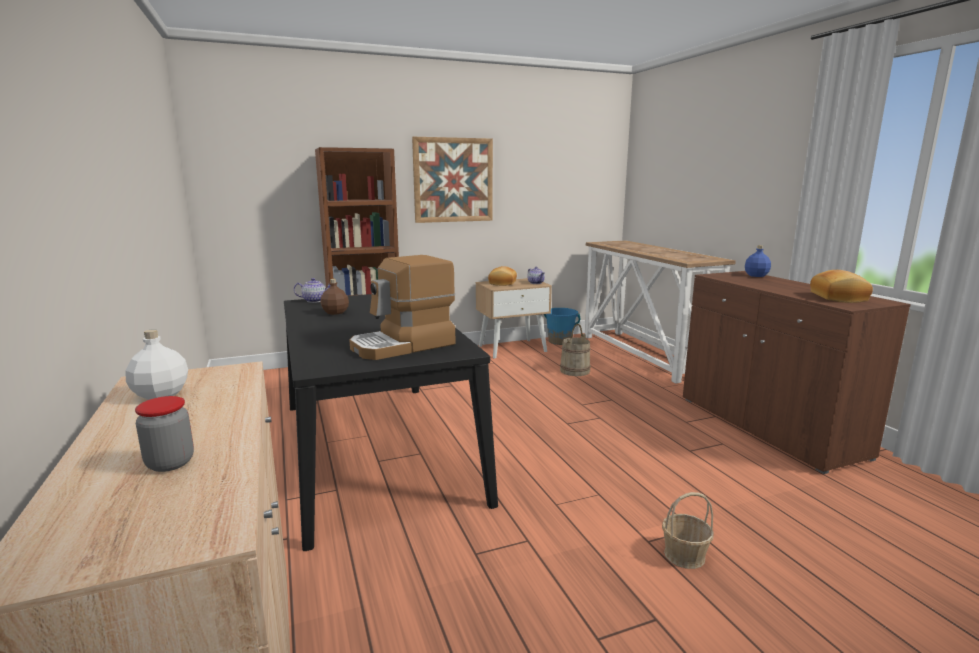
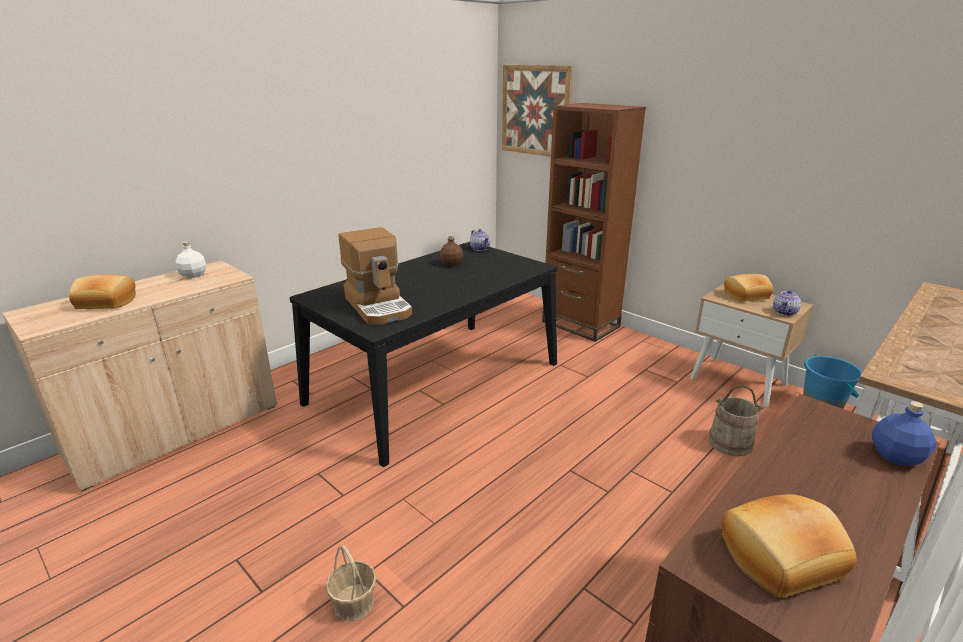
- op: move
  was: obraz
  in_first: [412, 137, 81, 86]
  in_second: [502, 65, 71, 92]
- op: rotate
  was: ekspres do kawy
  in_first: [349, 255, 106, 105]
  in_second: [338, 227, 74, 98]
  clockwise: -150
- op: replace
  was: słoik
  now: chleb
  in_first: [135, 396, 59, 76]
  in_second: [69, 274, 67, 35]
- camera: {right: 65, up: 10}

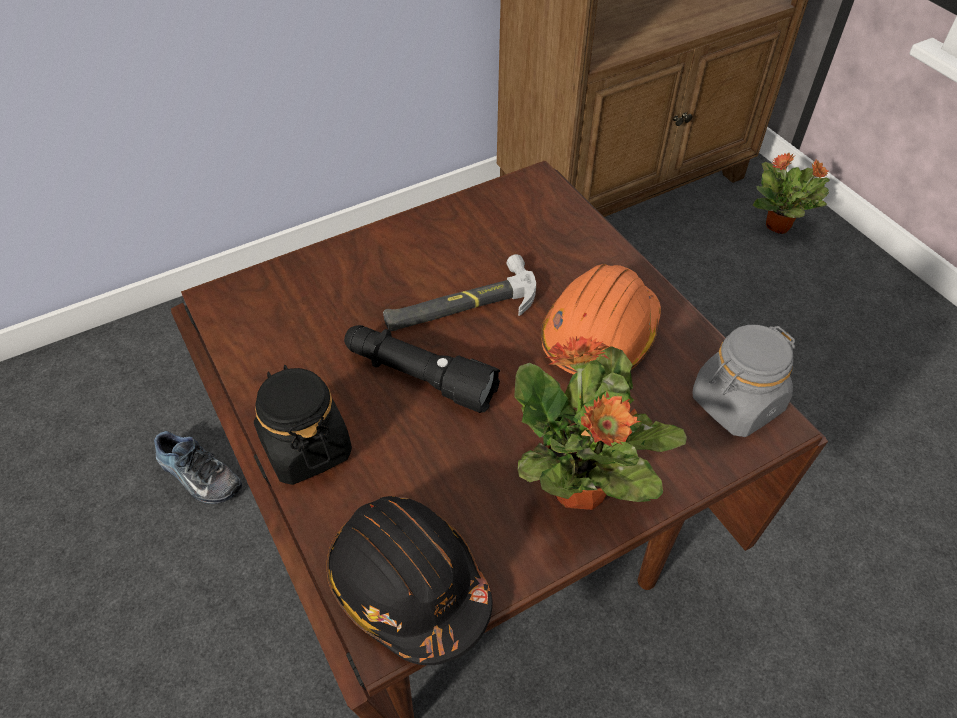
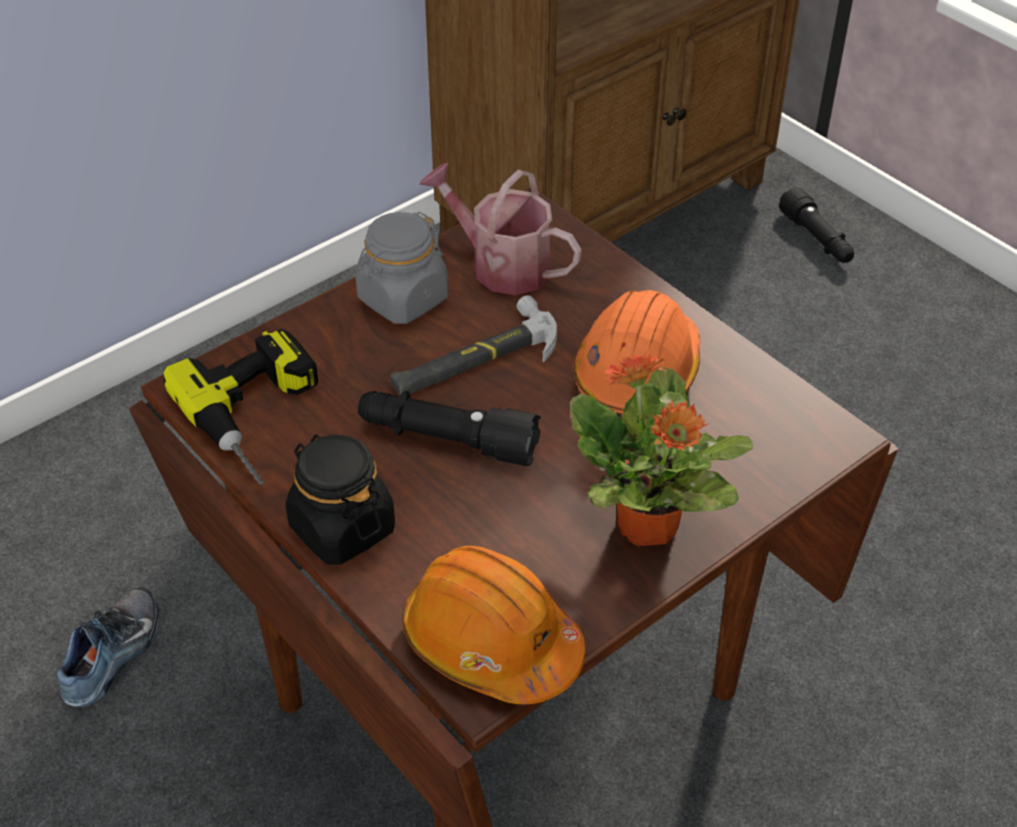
- op: replace
  was: roślina doniczkowa
  now: latarka/czarny
  in_first: [752, 152, 77, 82]
  in_second: [779, 187, 75, 76]
- op: move
  was: słoik/szary
  in_first: [693, 325, 102, 112]
  in_second: [356, 211, 92, 113]
- op: rotate
  was: but
  in_first: [154, 431, 88, 73]
  in_second: [57, 587, 102, 120]
  clockwise: -90
- op: recolor
  was: kask/czarny
  now: kask/pomarańczowy
  in_first: [327, 496, 165, 169]
  in_second: [402, 546, 184, 158]
- op: insert
  now: konewka
  in_second: [419, 163, 163, 132]
- op: insert
  now: wiertarka
  in_second: [163, 329, 155, 155]
- camera: {right: -10, up: -5}

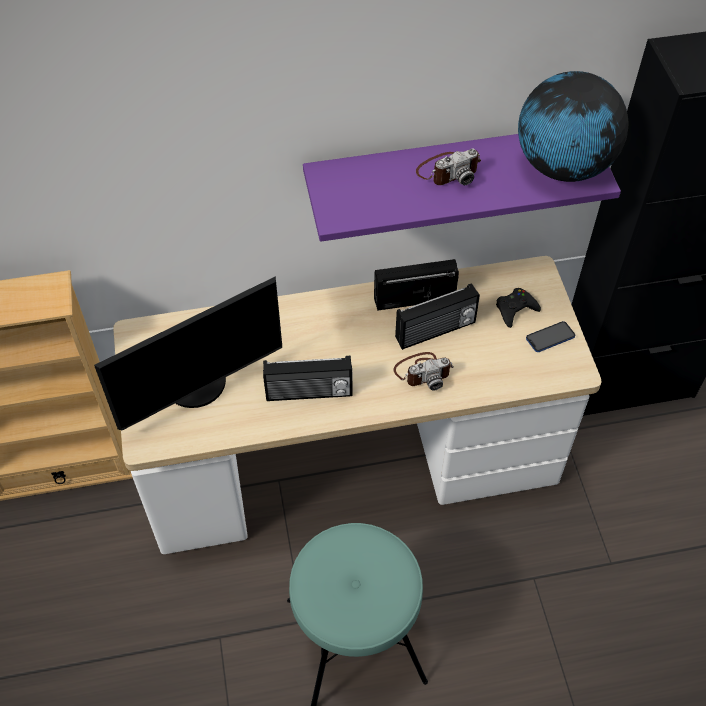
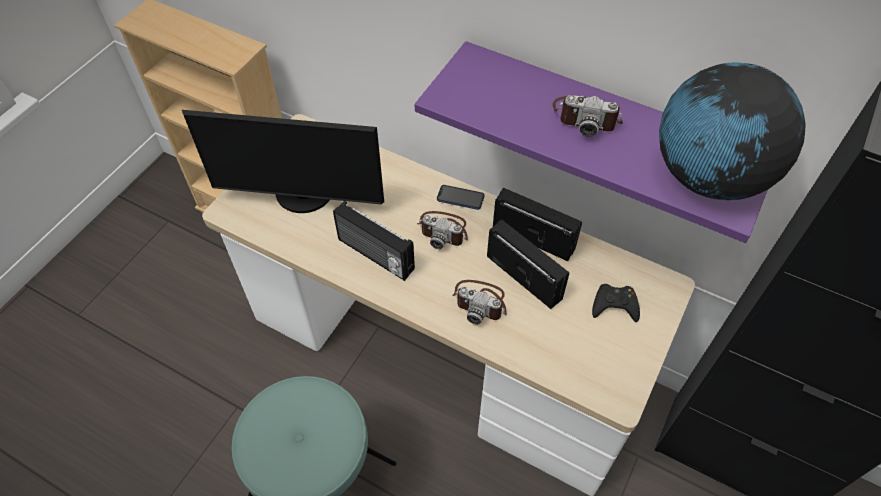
- op: rotate
  was: radio
  in_first: [395, 283, 85, 67]
  in_second: [487, 219, 82, 90]
  clockwise: -150
- op: move
  was: telefon
  in_first: [526, 321, 49, 31]
  in_second: [437, 185, 48, 25]
- op: insert
  now: aparat fotograficzny
  in_second: [417, 211, 51, 38]
- camera: {right: 40, up: 0}

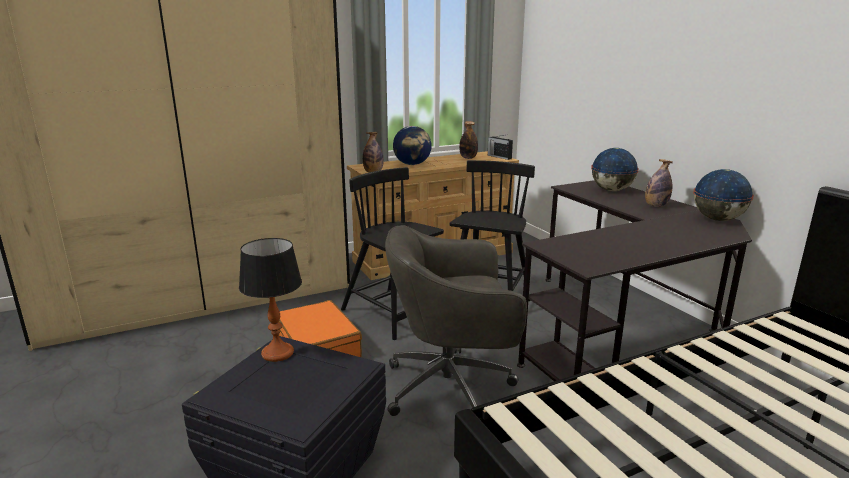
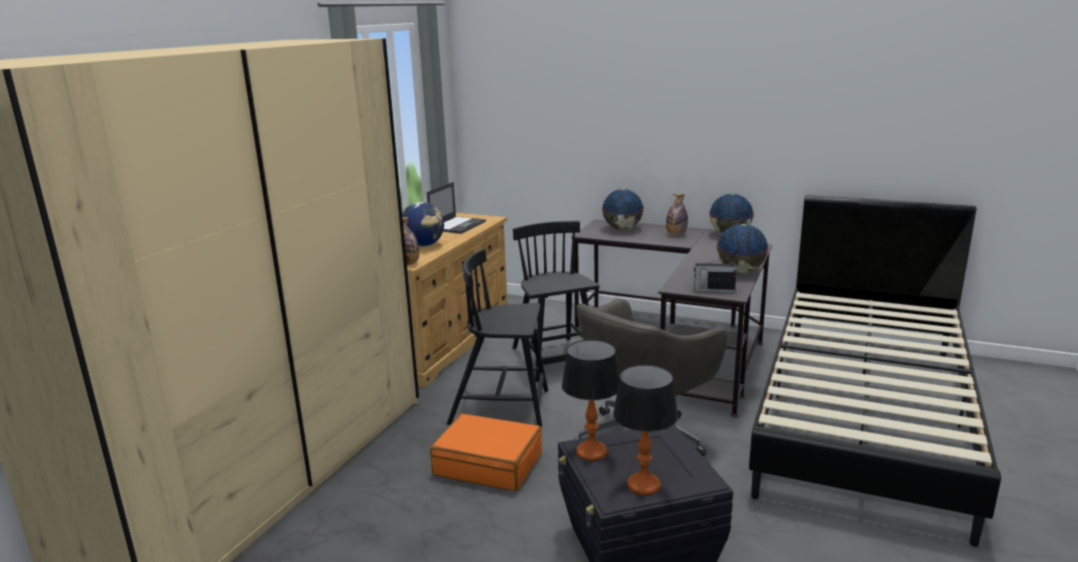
- op: replace
  was: butelka
  now: laptop
  in_first: [459, 121, 19, 38]
  in_second: [427, 182, 59, 52]
- op: move
  was: radio
  in_first: [488, 135, 25, 25]
  in_second: [694, 258, 43, 34]
- op: insert
  now: globus
  in_second: [716, 224, 53, 49]
- op: insert
  now: lampa stołowa
  in_second: [613, 365, 65, 130]
- camera: {right: -40, up: 0}

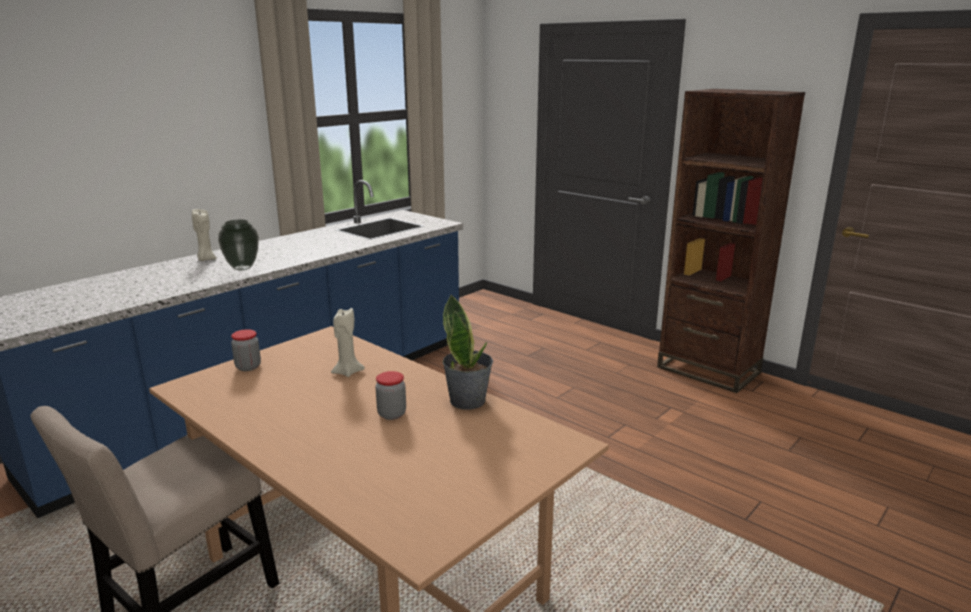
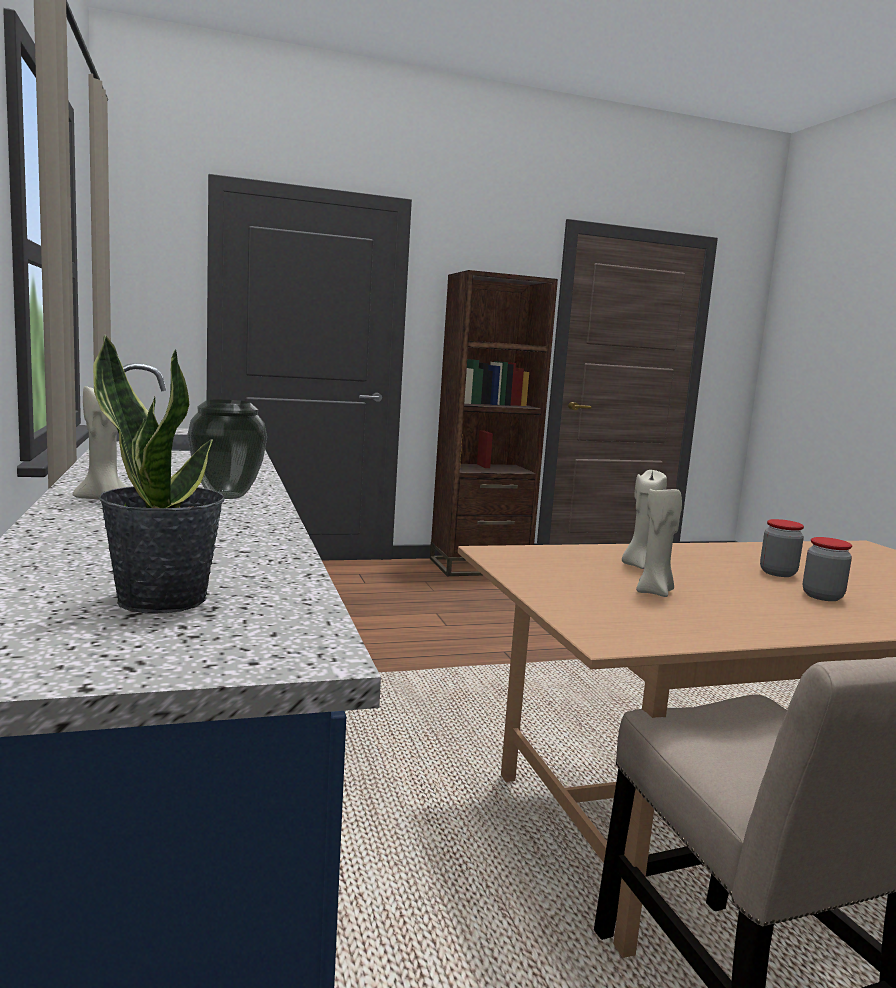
- op: move
  was: roślina doniczkowa
  in_first: [443, 295, 50, 115]
  in_second: [93, 334, 132, 279]
- op: move
  was: słoik
  in_first: [231, 329, 30, 42]
  in_second: [803, 537, 49, 64]
- op: insert
  now: świeca/beżowy
  in_second: [636, 485, 46, 112]
- camera: {right: -60, up: -10}

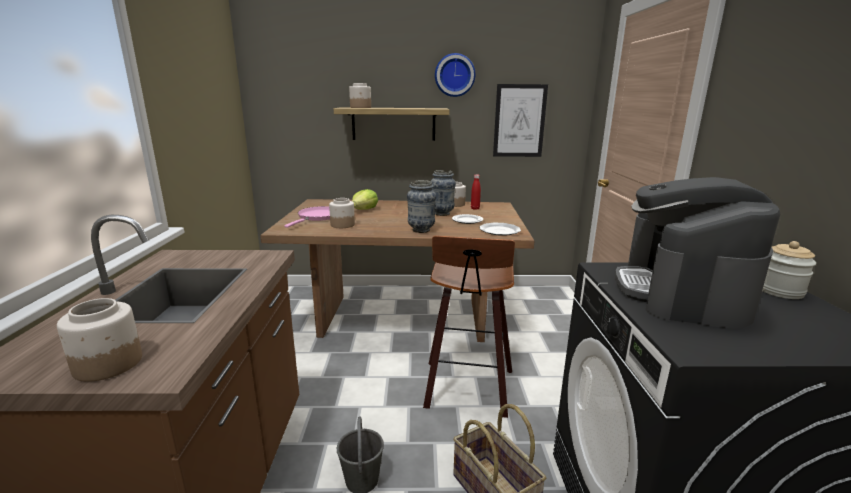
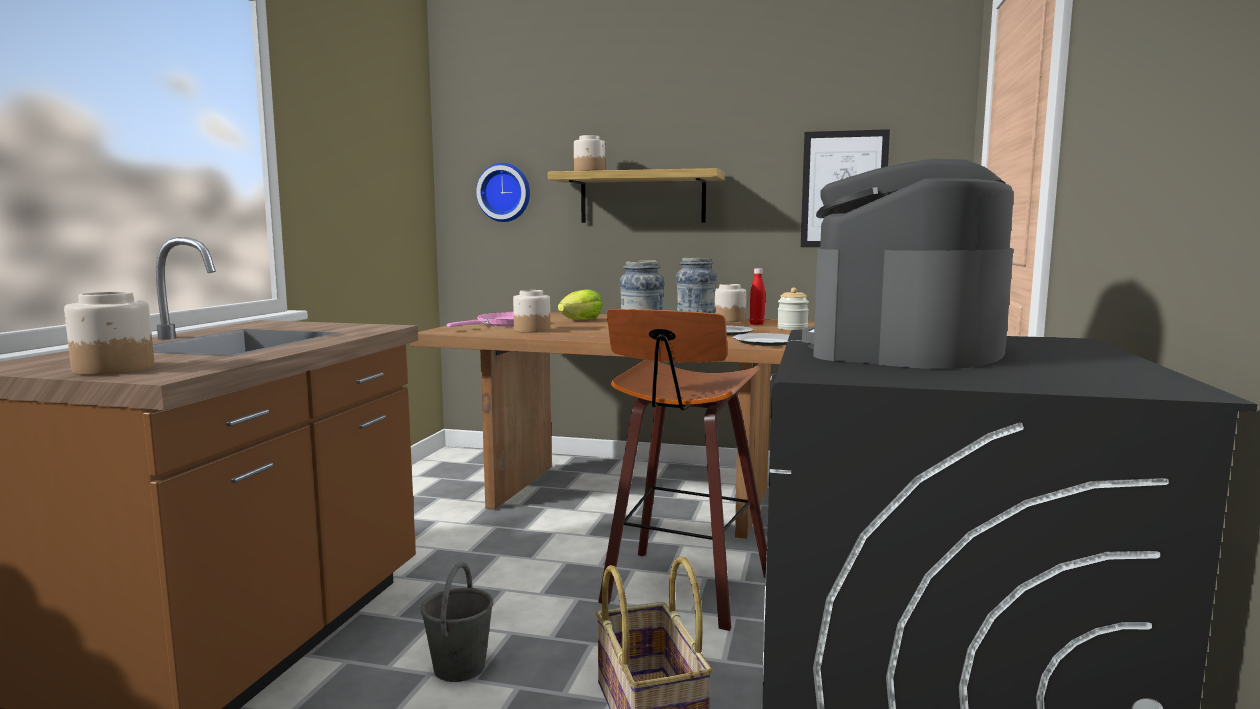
- op: move
  was: zegar ścienny
  in_first: [435, 53, 40, 44]
  in_second: [476, 163, 54, 59]
- op: move
  was: słoik
  in_first: [762, 241, 54, 58]
  in_second: [777, 288, 32, 42]
- camera: {right: 15, up: -10}

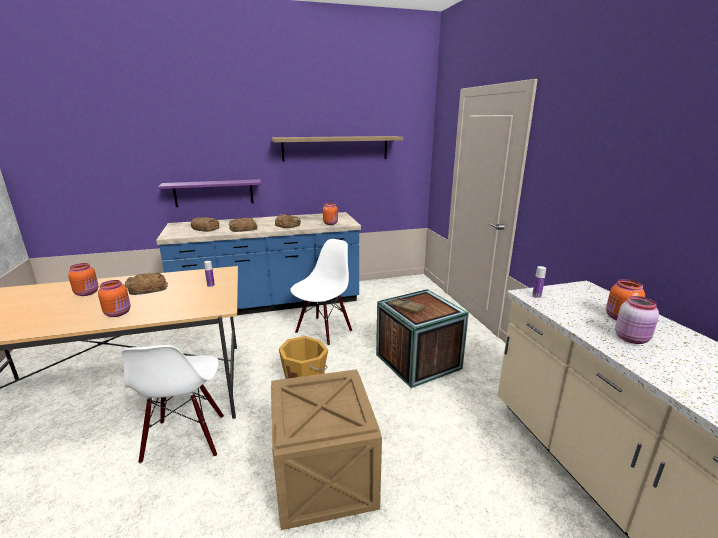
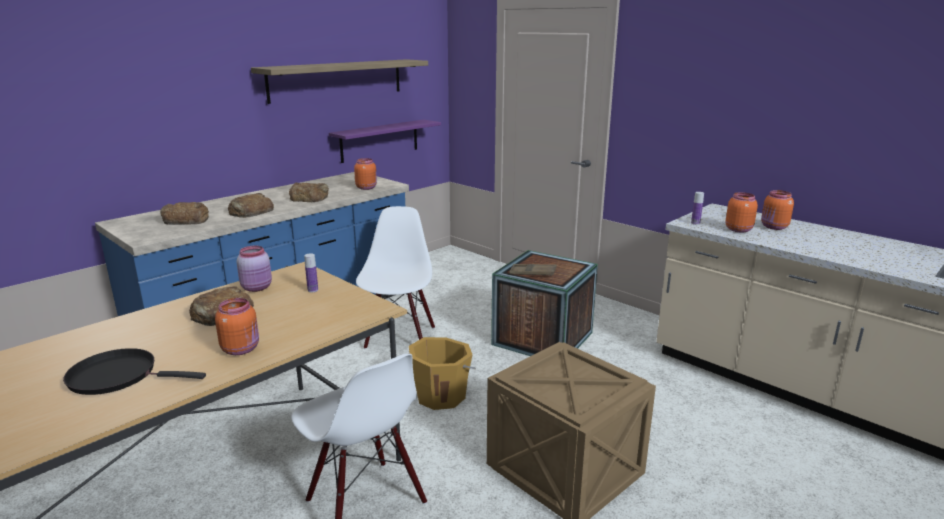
- op: move
  was: półka/fioletowy
  in_first: [158, 179, 103, 28]
  in_second: [329, 119, 112, 44]
- op: move
  was: słoik/pomarańczowy
  in_first: [68, 263, 31, 33]
  in_second: [726, 192, 32, 41]
- op: move
  was: słoik/różowy
  in_first: [615, 296, 44, 48]
  in_second: [236, 246, 36, 46]
- op: insert
  now: patelnia/czarny
  in_second: [63, 348, 143, 47]
- camera: {right: -30, up: 0}

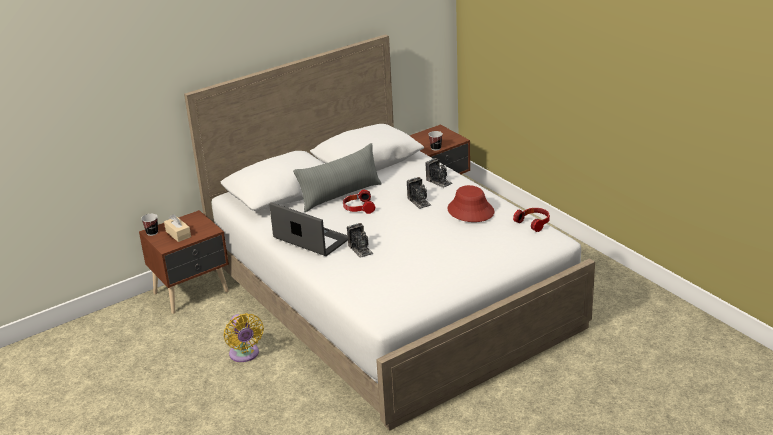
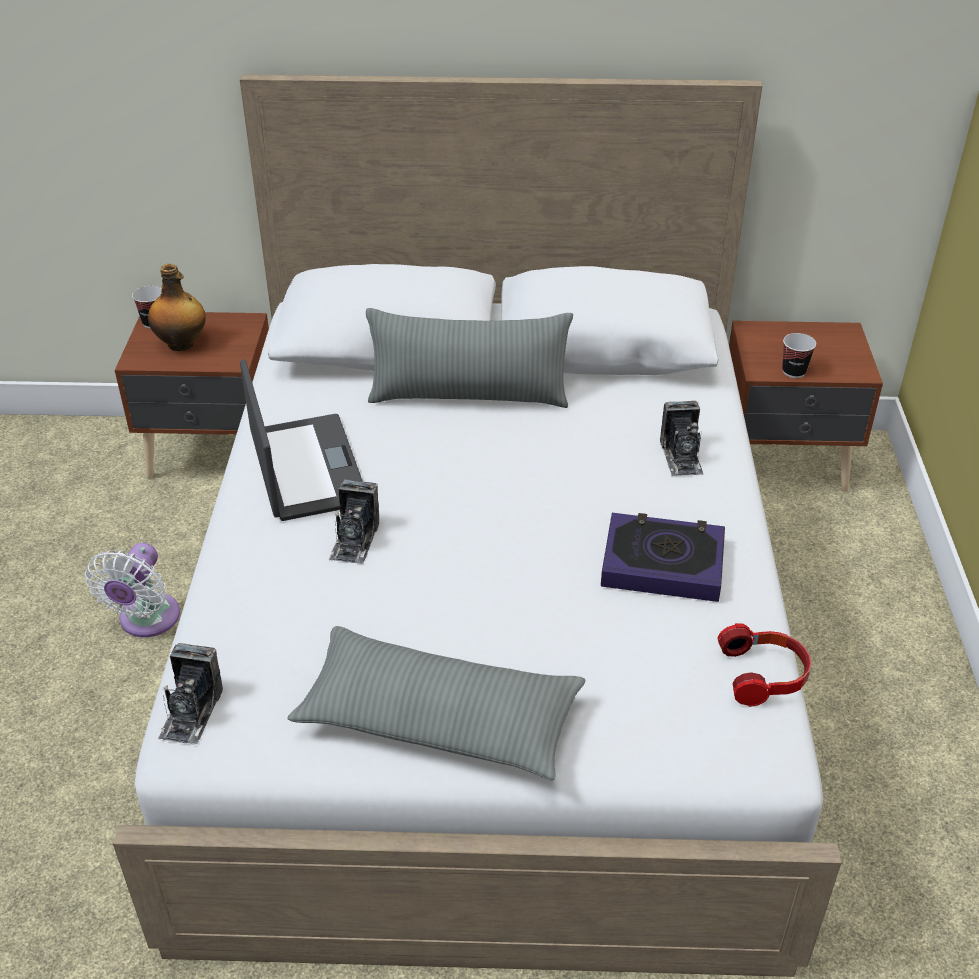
- op: move
  was: aparat fotograficzny
  in_first: [407, 177, 24, 32]
  in_second: [158, 643, 65, 102]
- op: replace
  was: kapelusz/czerwony
  now: książka
  in_first: [447, 185, 47, 37]
  in_second: [601, 513, 124, 89]
- op: delete
  was: słuchawki
  in_first: [343, 189, 32, 25]
- op: replace
  was: pudełko chusteczek/beżowy
  now: butelka
  in_first: [164, 214, 27, 28]
  in_second: [148, 264, 58, 87]
- op: recolor
  was: wentylator/żółty
  now: wentylator/biały
  in_first: [223, 313, 41, 49]
  in_second: [85, 543, 95, 94]
- op: insert
  now: poduszka/szary
  in_second: [288, 626, 297, 154]
- camera: {right: 35, up: 10}

